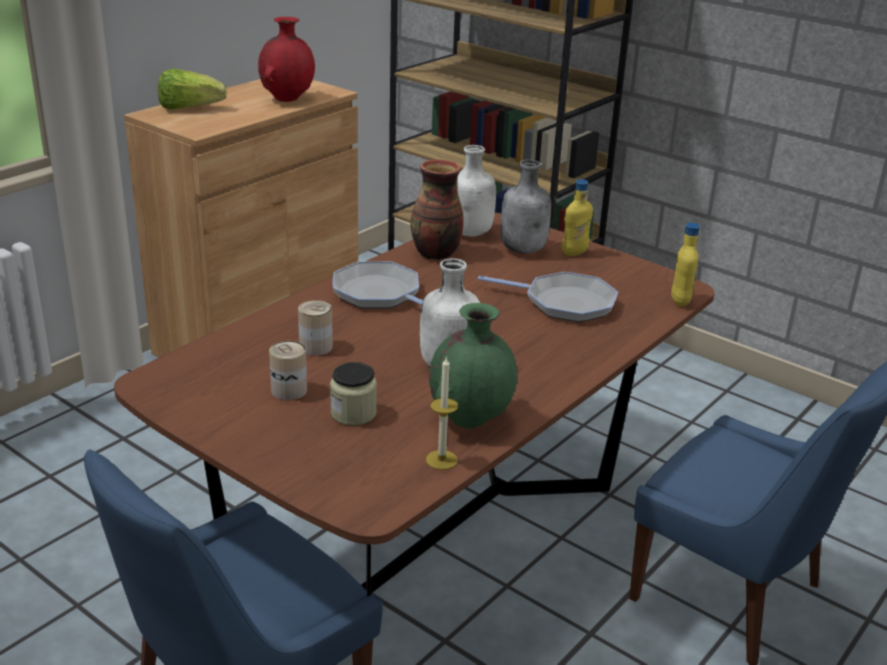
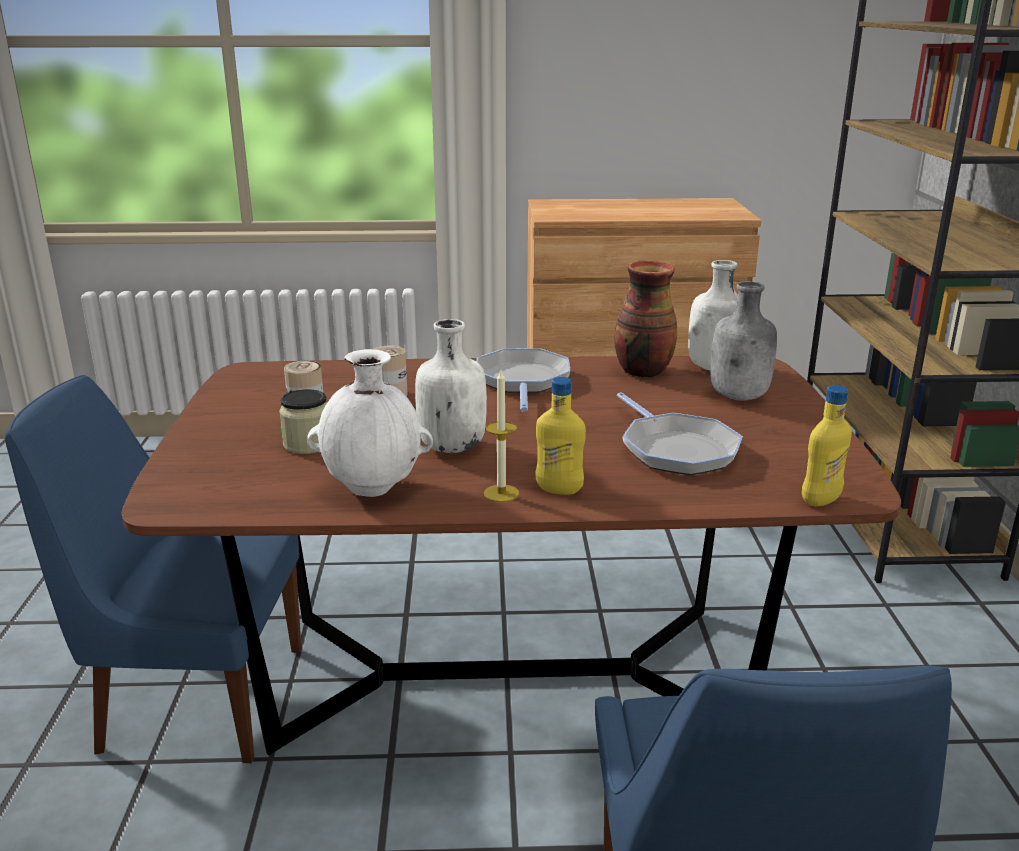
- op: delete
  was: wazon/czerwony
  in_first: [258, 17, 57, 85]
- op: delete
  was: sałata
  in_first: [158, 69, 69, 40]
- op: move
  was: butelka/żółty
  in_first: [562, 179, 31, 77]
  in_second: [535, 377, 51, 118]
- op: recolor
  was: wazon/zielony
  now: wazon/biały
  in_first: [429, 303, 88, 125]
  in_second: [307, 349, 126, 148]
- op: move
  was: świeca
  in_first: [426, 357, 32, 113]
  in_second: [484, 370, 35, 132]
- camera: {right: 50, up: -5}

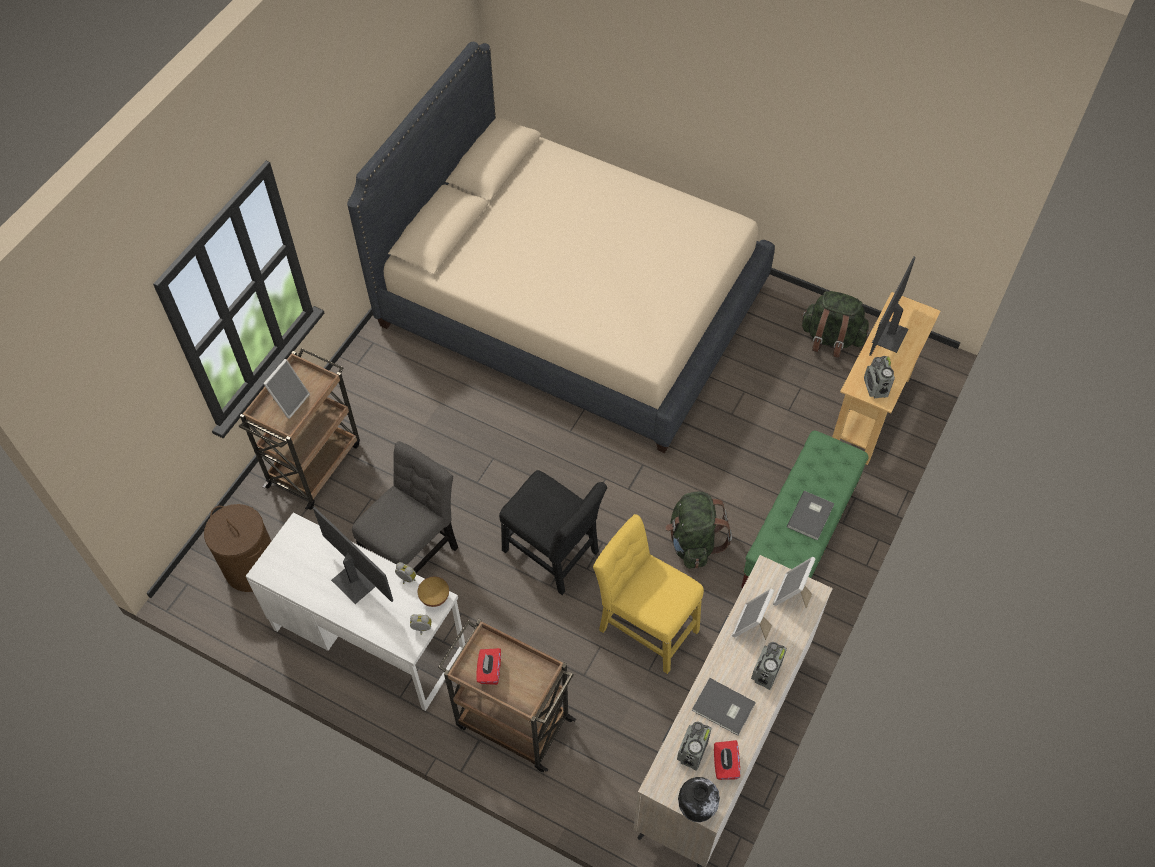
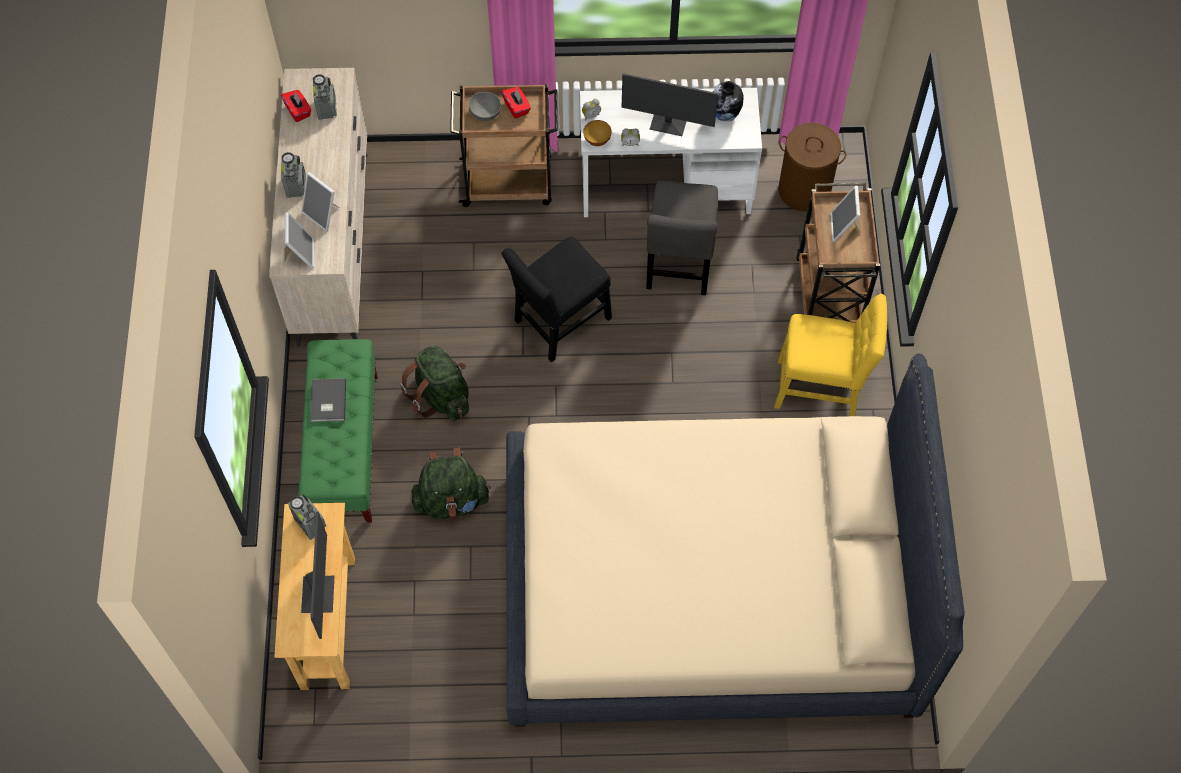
- op: move
  was: plecak/zielony
  in_first: [802, 291, 67, 67]
  in_second: [410, 448, 81, 71]
- op: rotate
  was: krzesło/czarny
  in_first: [499, 470, 108, 125]
  in_second: [501, 237, 111, 125]
  clockwise: -45
- op: move
  was: krzesło/żółty
  in_first: [593, 514, 111, 160]
  in_second: [775, 294, 112, 122]
- op: rotate
  was: ramka na zdjęcie
  in_first: [732, 589, 42, 51]
  in_second: [301, 172, 39, 60]
  clockwise: 135
- op: delete
  was: książka/szary
  in_first: [692, 678, 64, 57]
- op: move
  was: wazon
  in_first: [678, 777, 42, 45]
  in_second: [713, 81, 31, 41]
- op: insert
  now: miska/szary
  in_second: [469, 92, 32, 29]
- camera: {right: 150, up: 5}

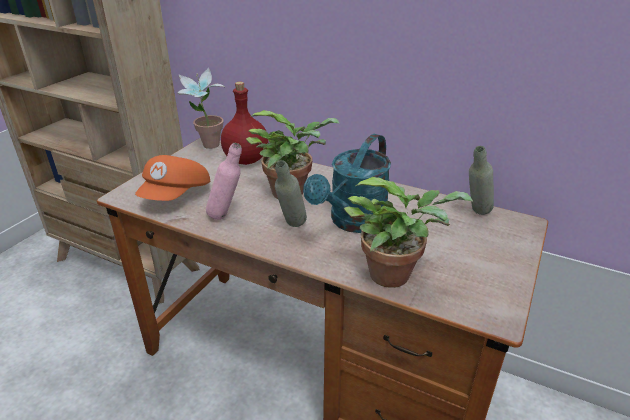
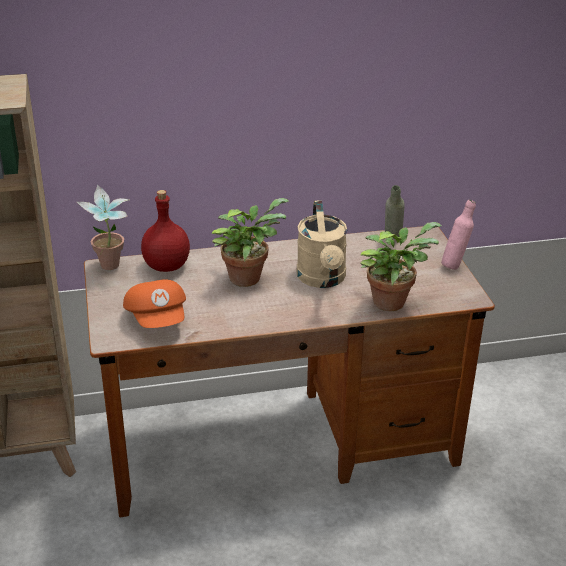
- op: recolor
  was: konewka/turkusowy
  now: konewka/beżowy
  in_first: [303, 134, 88, 99]
  in_second: [296, 201, 51, 87]
- op: move
  was: butelka/różowy
  in_first: [206, 143, 36, 77]
  in_second: [441, 200, 35, 70]
- op: delete
  was: butelka/szary
  in_first: [275, 160, 32, 67]
- camera: {right: -40, up: 0}

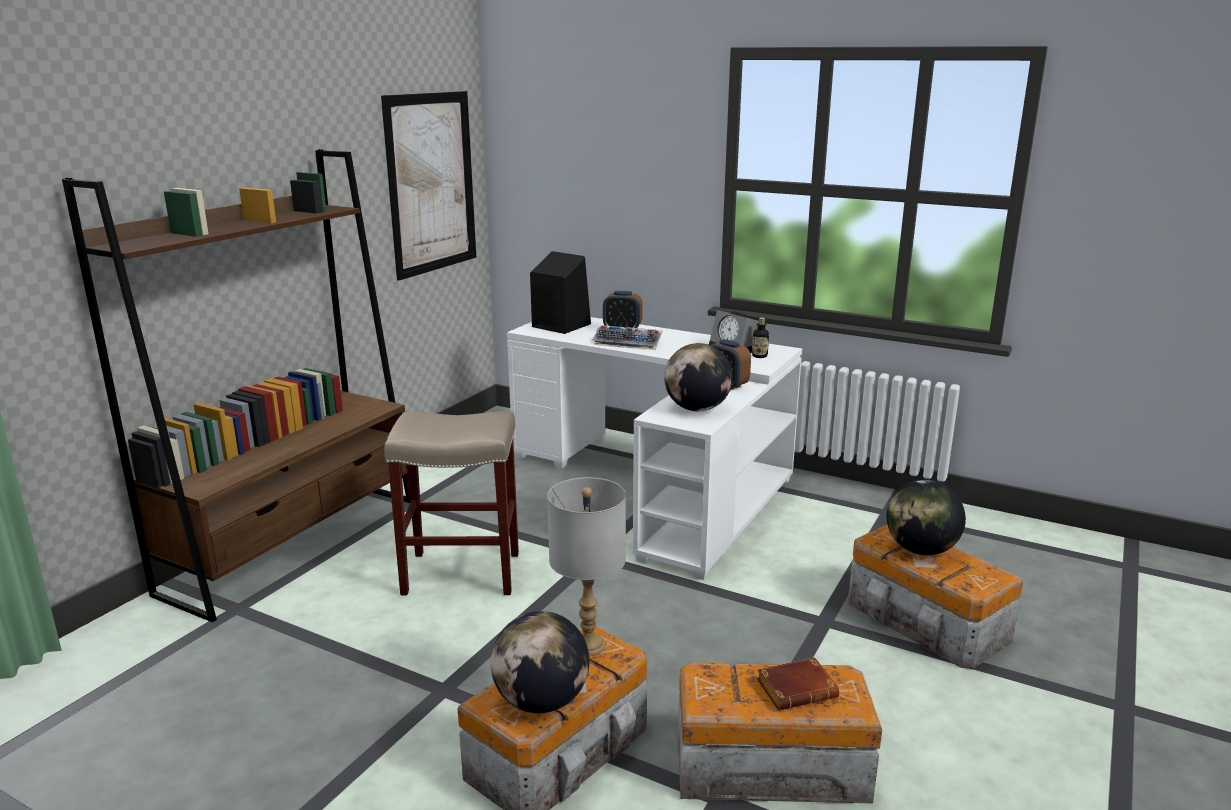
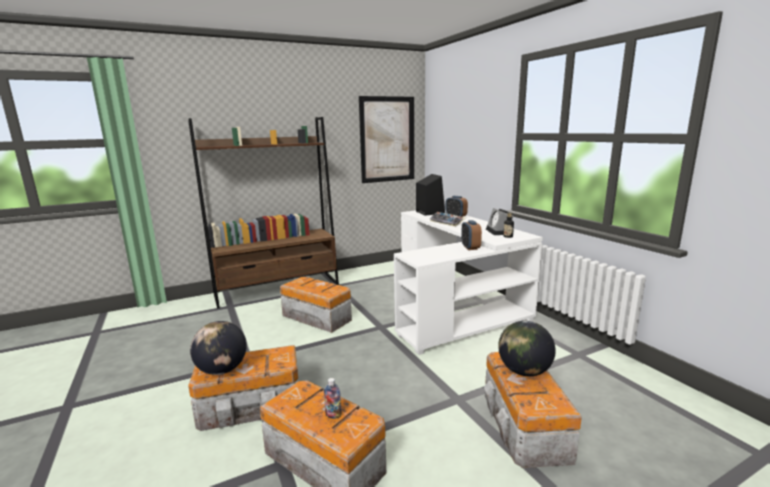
- op: delete
  was: globus
  in_first: [664, 343, 69, 68]
- op: replace
  was: stołek/beżowy
  now: pojemnik do przechowywania
  in_first: [384, 412, 135, 183]
  in_second: [280, 277, 72, 56]
- op: delete
  was: lampa stołowa/szary
  in_first: [547, 477, 79, 179]
- op: replace
  was: książka/brązowy
  now: butelka
  in_first: [756, 657, 83, 54]
  in_second: [324, 378, 18, 41]
- camera: {right: 35, up: -5}

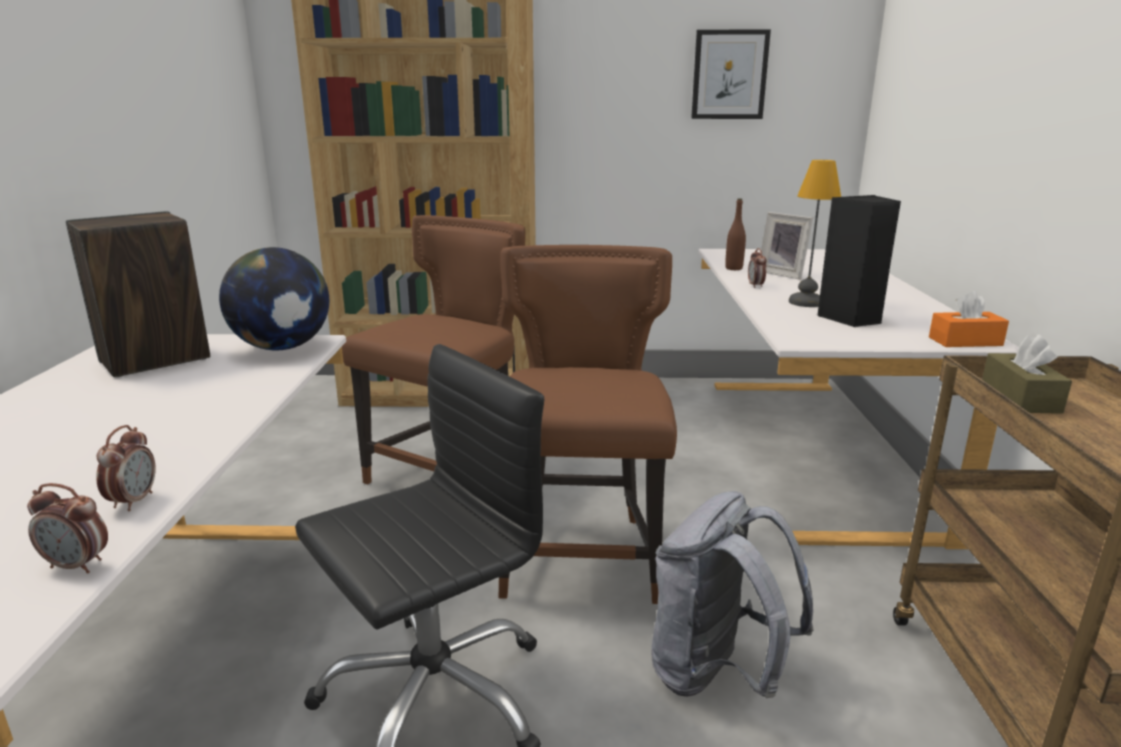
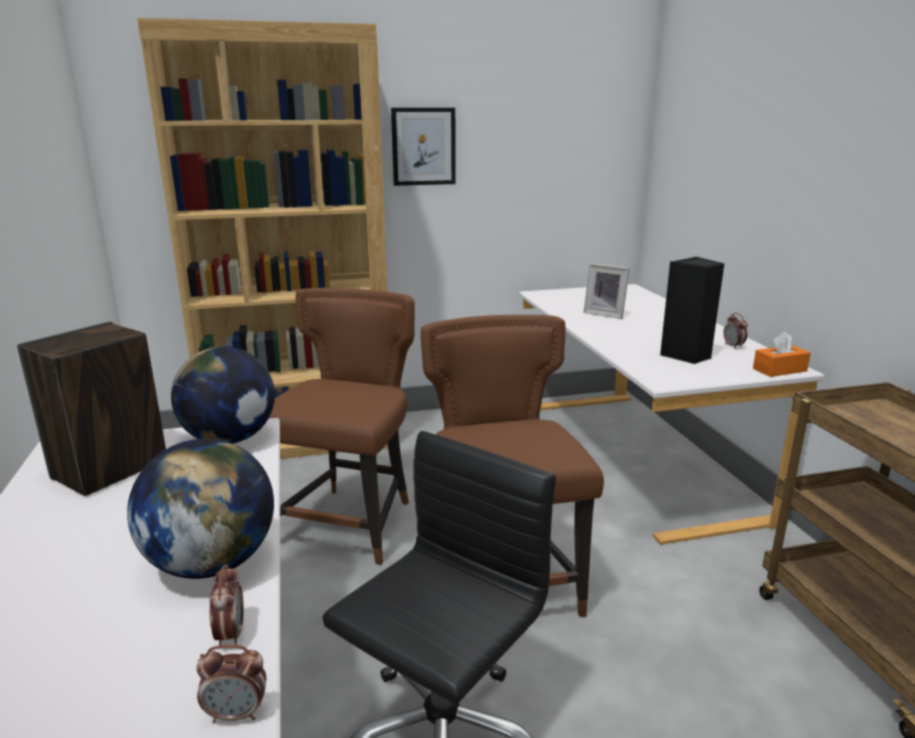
- op: move
  was: obraz
  in_first: [691, 30, 80, 89]
  in_second: [391, 108, 65, 78]
- op: delete
  was: lampa stołowa
  in_first: [789, 160, 52, 147]
- op: delete
  was: butelka/brązowy
  in_first: [725, 198, 21, 72]
- op: move
  was: budzik
  in_first: [748, 248, 18, 40]
  in_second: [724, 313, 24, 36]
- op: delete
  was: pudełko chusteczek/brązowy
  in_first: [982, 334, 90, 80]
- op: delete
  was: plecak/szary
  in_first: [652, 491, 162, 207]
- op: insert
  now: globus
  in_second: [127, 438, 147, 141]
- camera: {right: -15, up: 0}

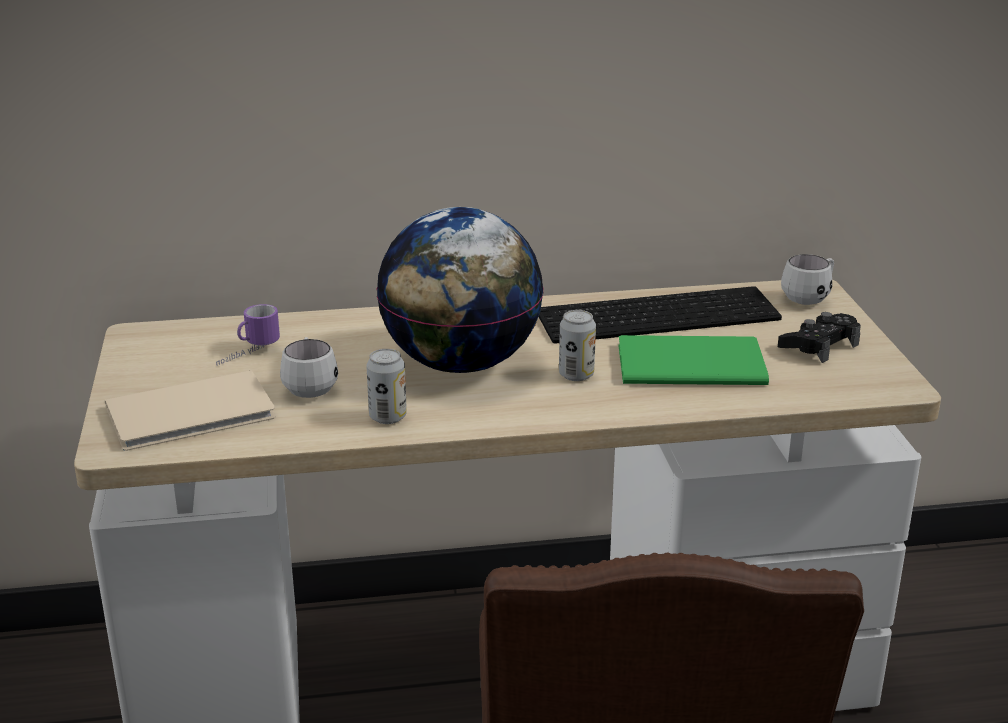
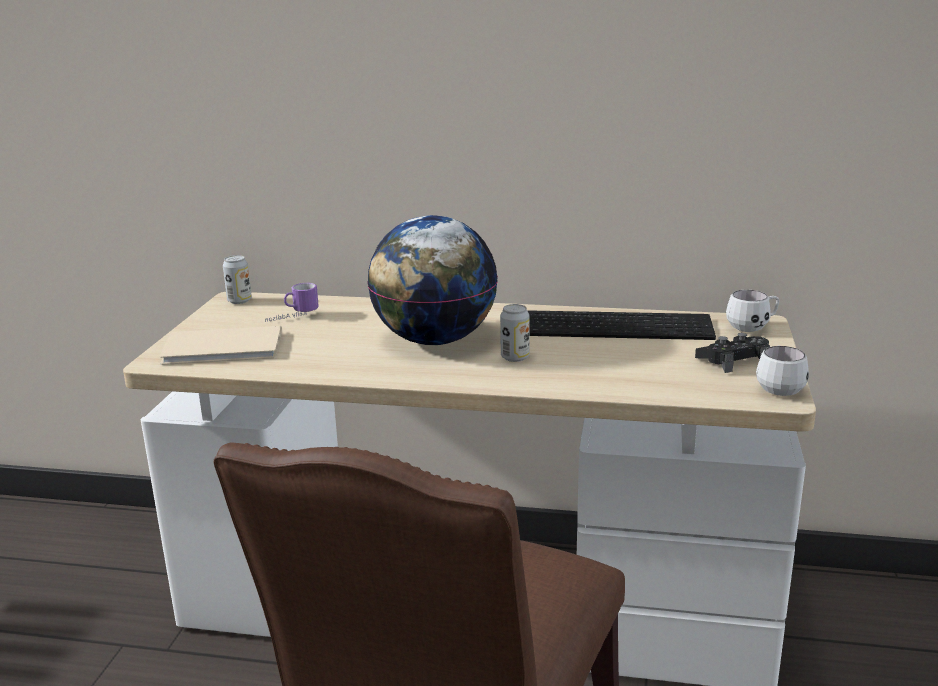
- op: delete
  was: książka/zielony
  in_first: [618, 335, 151, 50]
- op: move
  was: kubek/biały
  in_first: [280, 337, 58, 61]
  in_second: [756, 345, 53, 51]
- op: move
  was: puszka
  in_first: [366, 349, 41, 75]
  in_second: [223, 255, 29, 49]
- camera: {right: 20, up: -5}

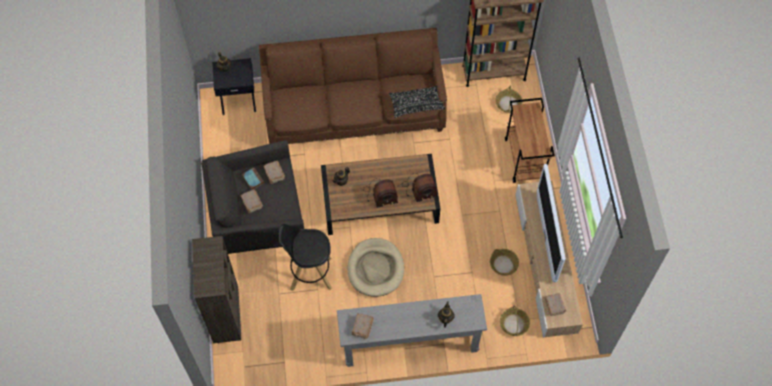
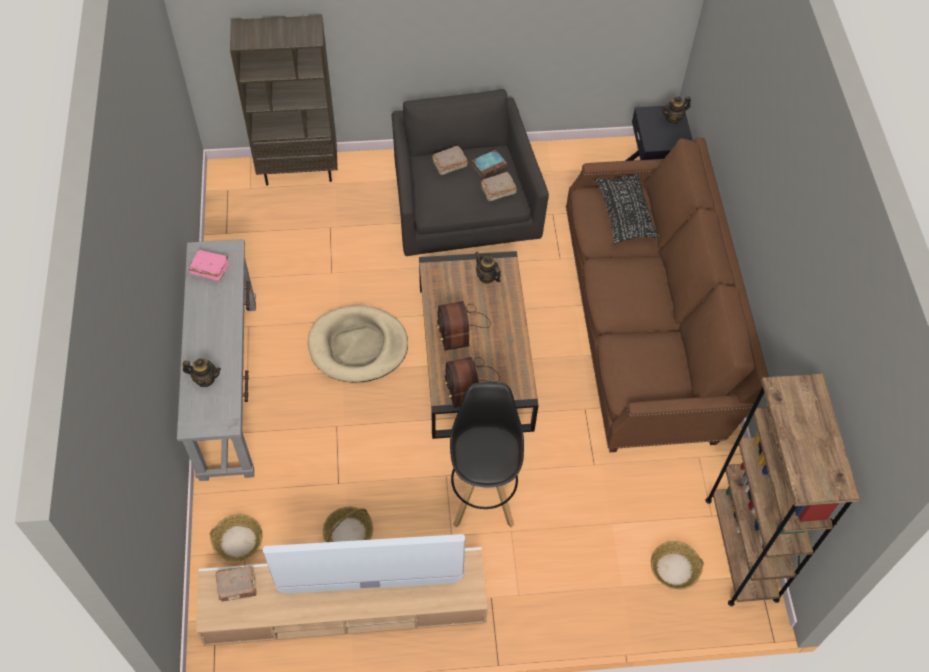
- op: move
  was: poduszka/czarny
  in_first: [389, 86, 56, 32]
  in_second: [595, 174, 64, 70]
- op: delete
  was: wózek/brązowy
  in_first: [505, 98, 50, 85]
- op: move
  was: stołek/czarny
  in_first: [279, 224, 53, 67]
  in_second: [450, 382, 74, 146]
- op: recolor
  was: książka/brązowy
  now: książka/różowy
  in_first: [352, 313, 22, 26]
  in_second: [188, 249, 41, 32]
- camera: {right: 90, up: -5}

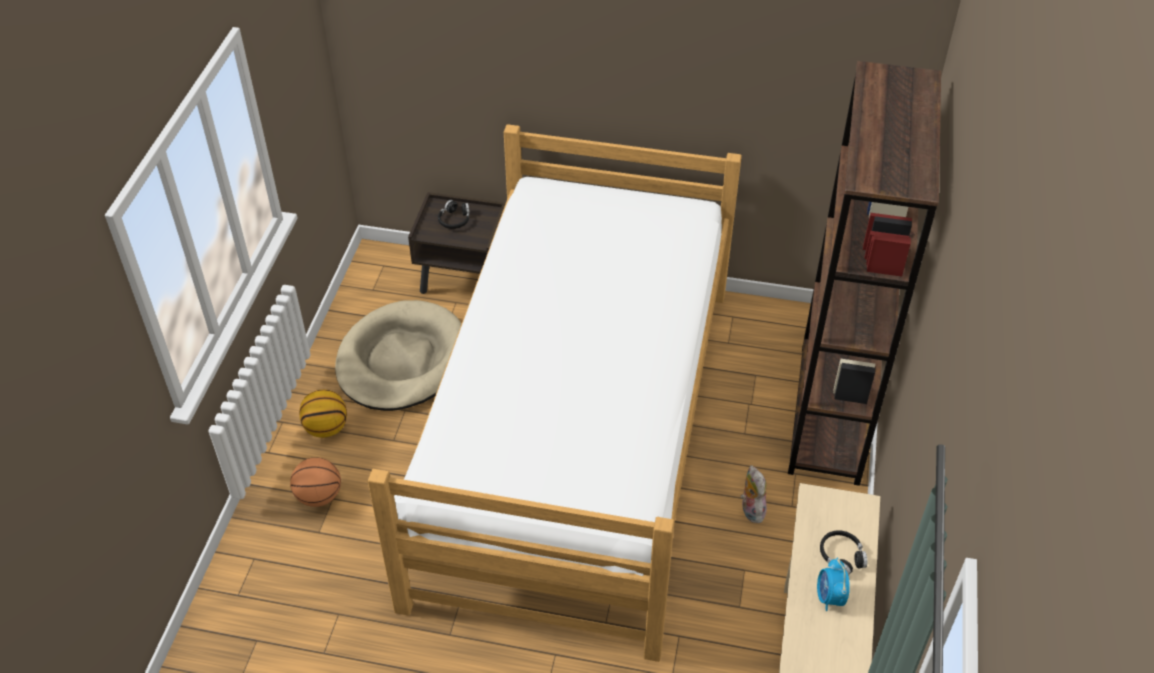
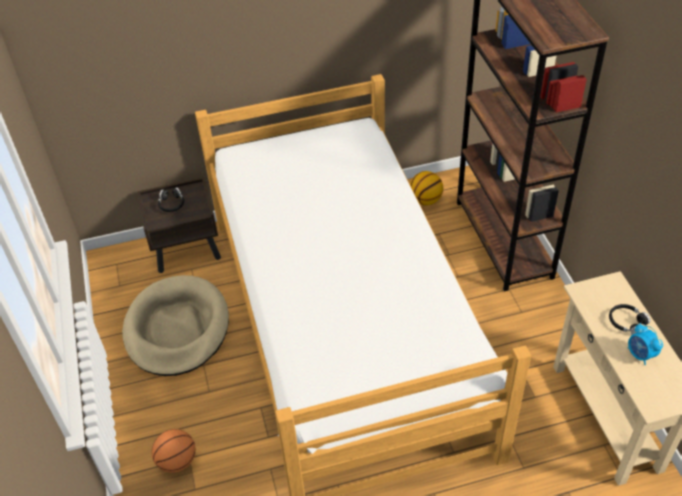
- op: move
  was: piłka do koszykówki
  in_first: [299, 390, 48, 48]
  in_second: [410, 171, 33, 34]
- op: delete
  was: pluszak
  in_first: [741, 465, 26, 58]
- camera: {right: -25, up: 0}

